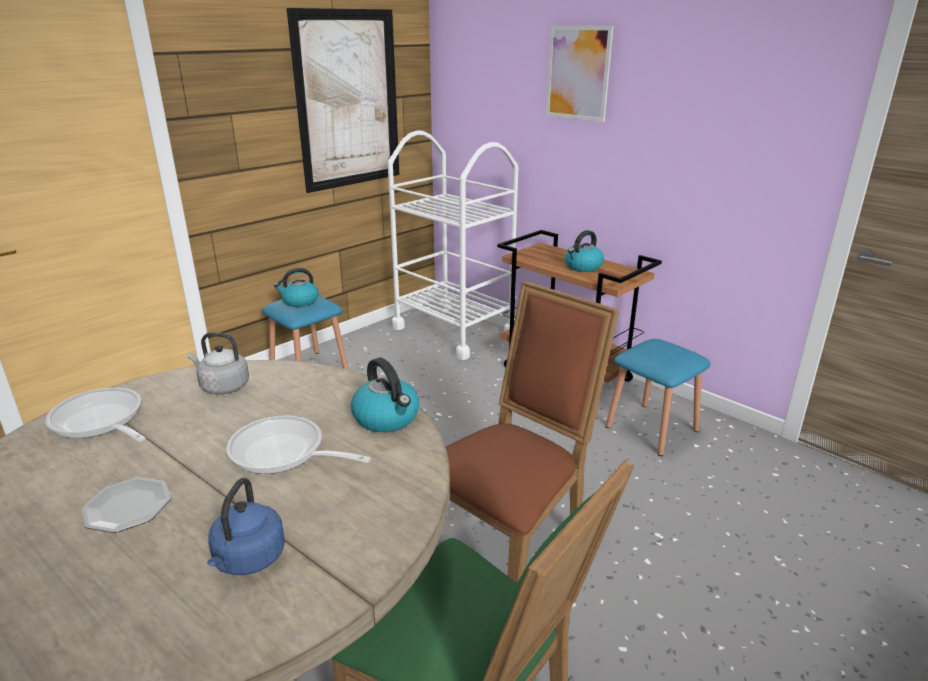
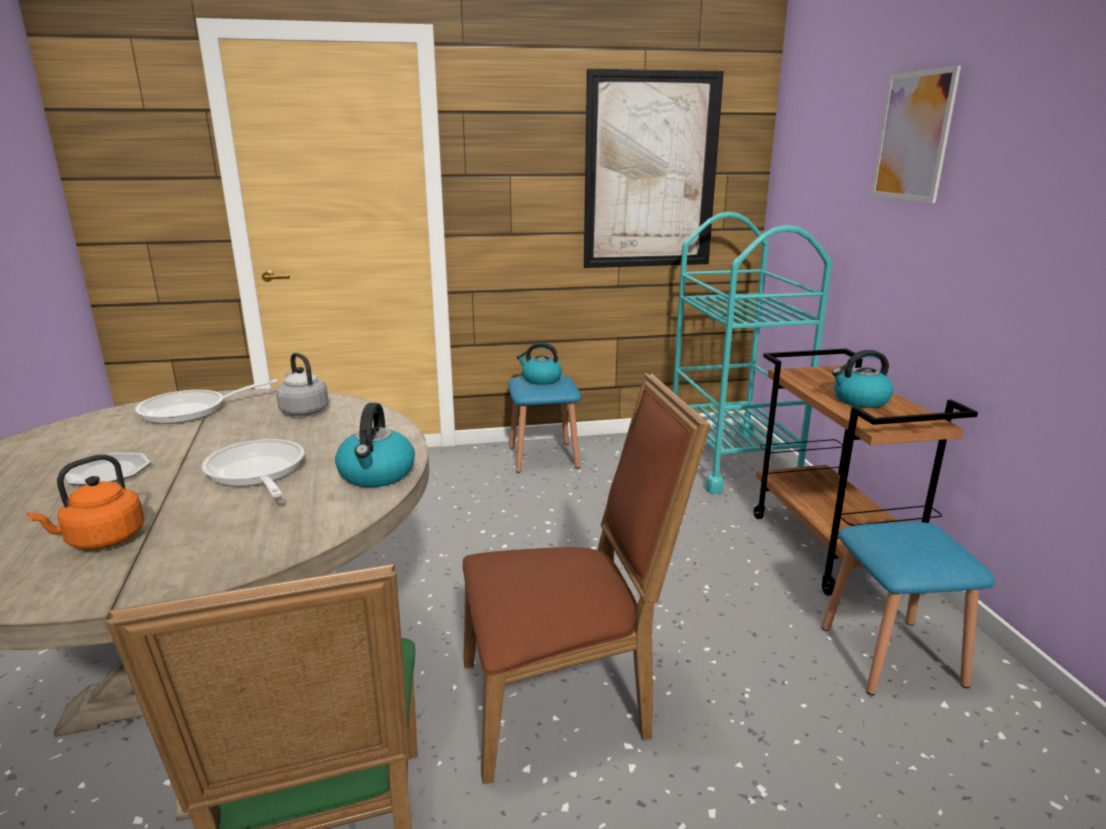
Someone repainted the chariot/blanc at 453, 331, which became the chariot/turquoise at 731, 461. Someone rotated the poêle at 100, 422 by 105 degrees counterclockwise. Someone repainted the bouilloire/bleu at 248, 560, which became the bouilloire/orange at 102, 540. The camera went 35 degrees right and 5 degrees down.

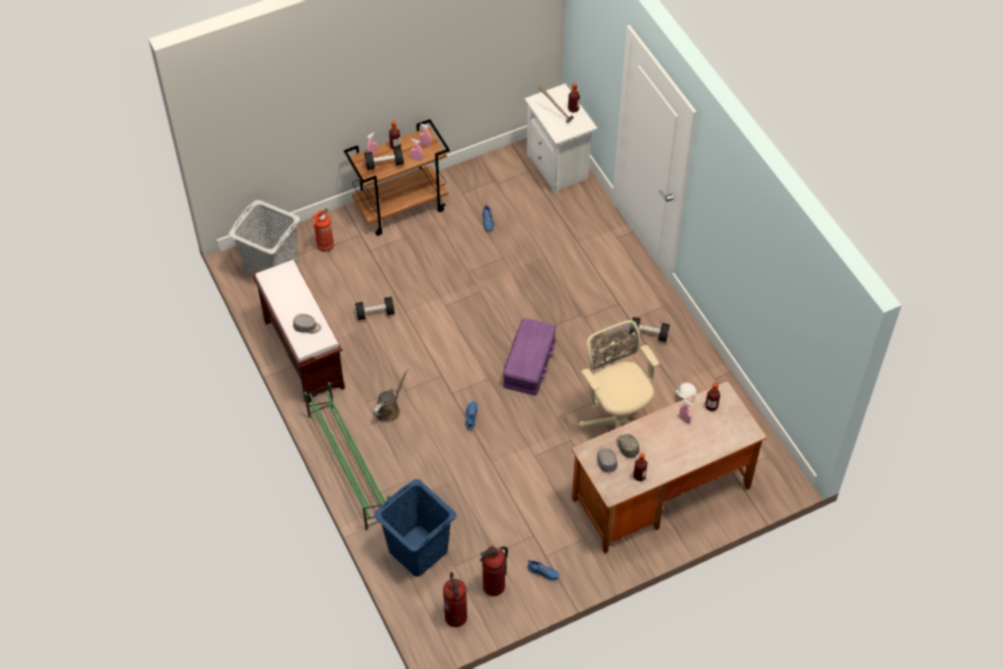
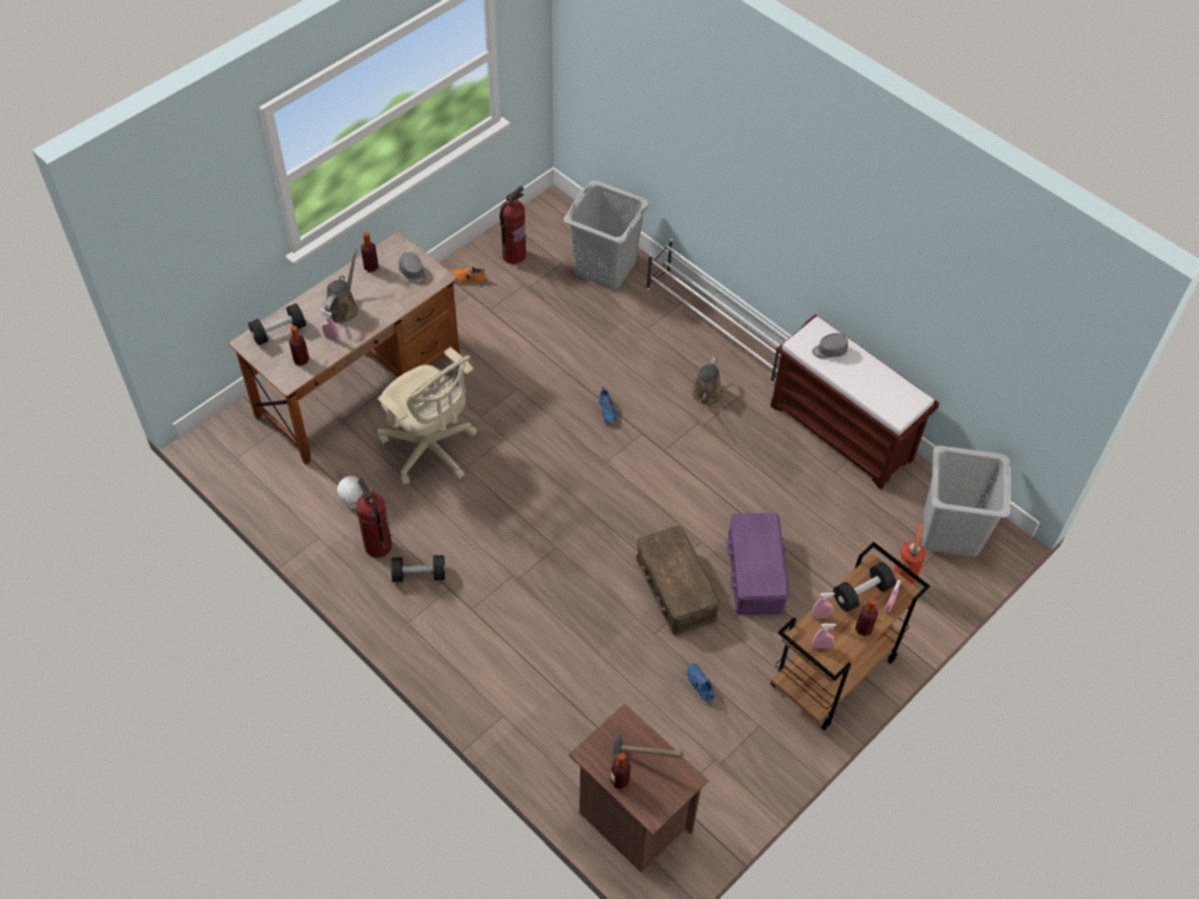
Someone repainted the table de chevet/blanc at 559, 167, which became the table de chevet/marron at 631, 819. Someone carried the haltère/noir from 375, 313 to 279, 332. Someone carried the boîte de rangement/violet from 530, 363 to 754, 571. Someone repainted the étagère à chaussures/vert at 349, 465, which became the étagère à chaussures/blanc at 719, 327. Someone took away the casquette/gris at 627, 447. Someone repainted the panier à linge/bleu at 418, 550, which became the panier à linge/gris at 605, 268. Someone repainted the chaussure/bleu at 543, 572, which became the chaussure/orange at 467, 279. Someone carried the extincteur from 456, 617 to 378, 546. Someone put down the arrosoir/marron at 343, 307. Someone put down the boîte de rangement/marron at 677, 587. The camera went 160 degrees right and 0 degrees up.

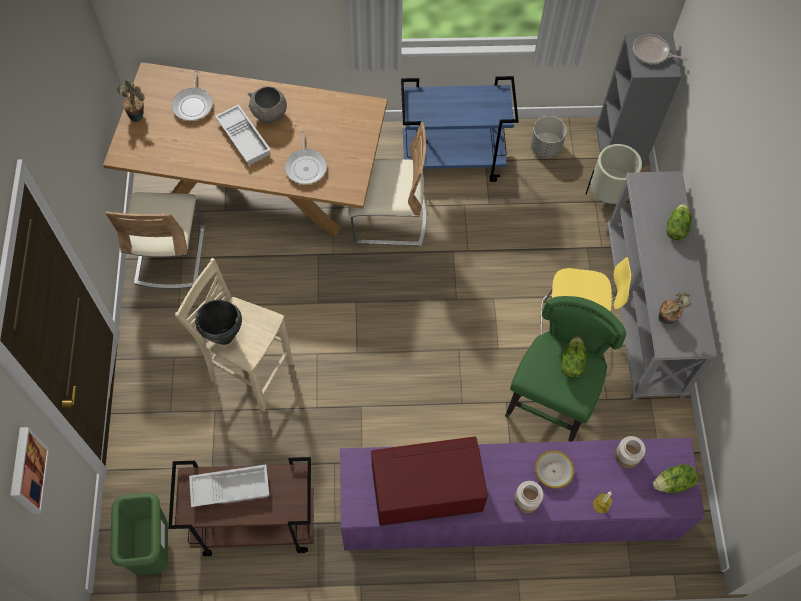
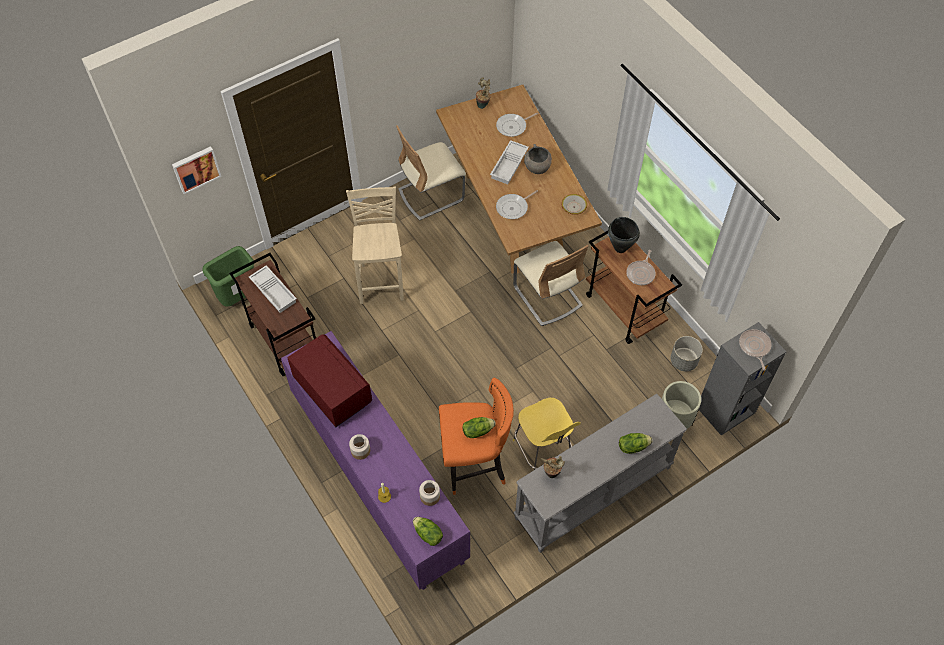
Someone repainted the chariot/bleu at 453, 160, which became the chariot/marron at 625, 309. Someone repainted the tabouret/vert at 549, 405, which became the tabouret/orange at 474, 466. Someone carried the marmite/noir from 224, 337 to 620, 248. Someone carried the bol from 553, 471 to 574, 207. Someone put down the poêle at 641, 273. The camera went 60 degrees right and 5 degrees down.

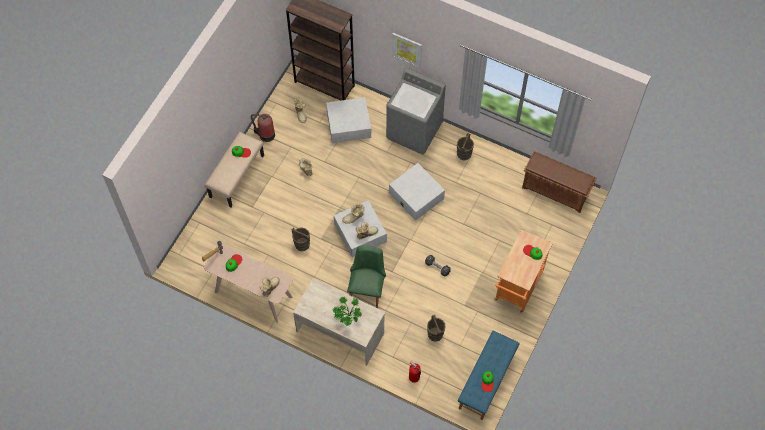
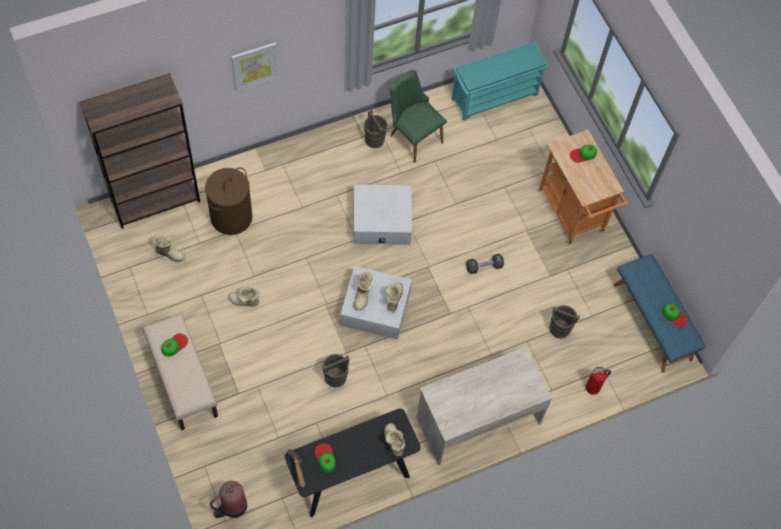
Someone took away the lave-linge/gris at 414, 131. Someone swapped the boîte de rangement/blanc at 348, 125 for the panier à linge/marron at 231, 217. Someone carried the extincteur from 265, 135 to 232, 507. Someone repainted the étagère à chaussures/marron at 555, 192, which became the étagère à chaussures/turquoise at 495, 96. Someone repainted the table console/beige at 253, 294, which became the table console/noir at 351, 476. Someone carried the chaise/vert from 367, 288 to 413, 135. Someone took away the plante en pot at 347, 316. The camera went 55 degrees left and 0 degrees up.

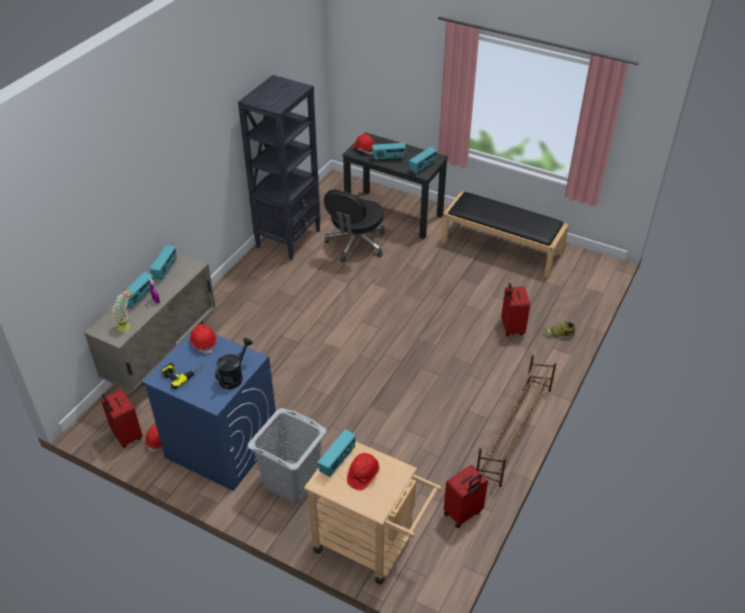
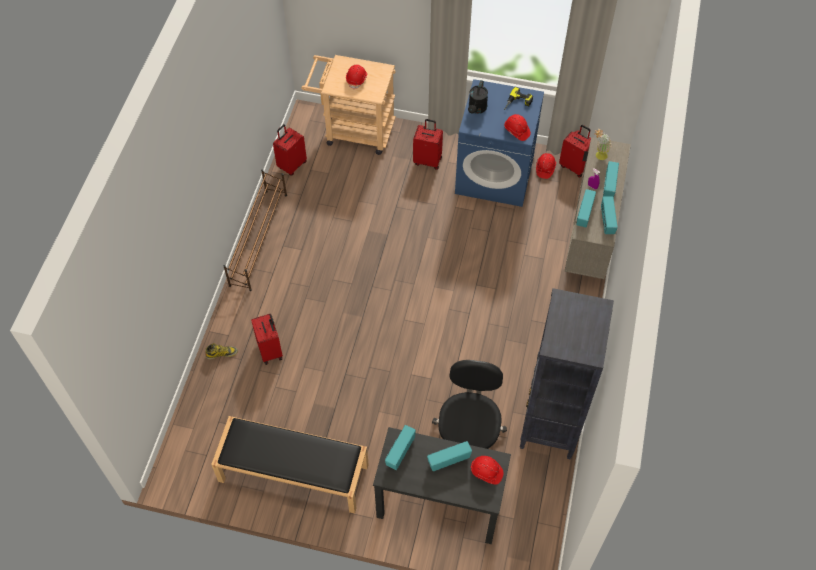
Someone swapped the panier à linge/gris at 291, 481 for the valise/rouge at 428, 160. Someone carried the radio from 338, 461 to 584, 214. The camera went 165 degrees right and 15 degrees up.

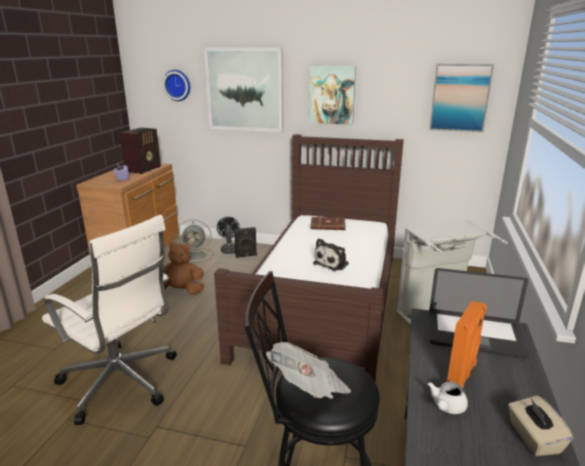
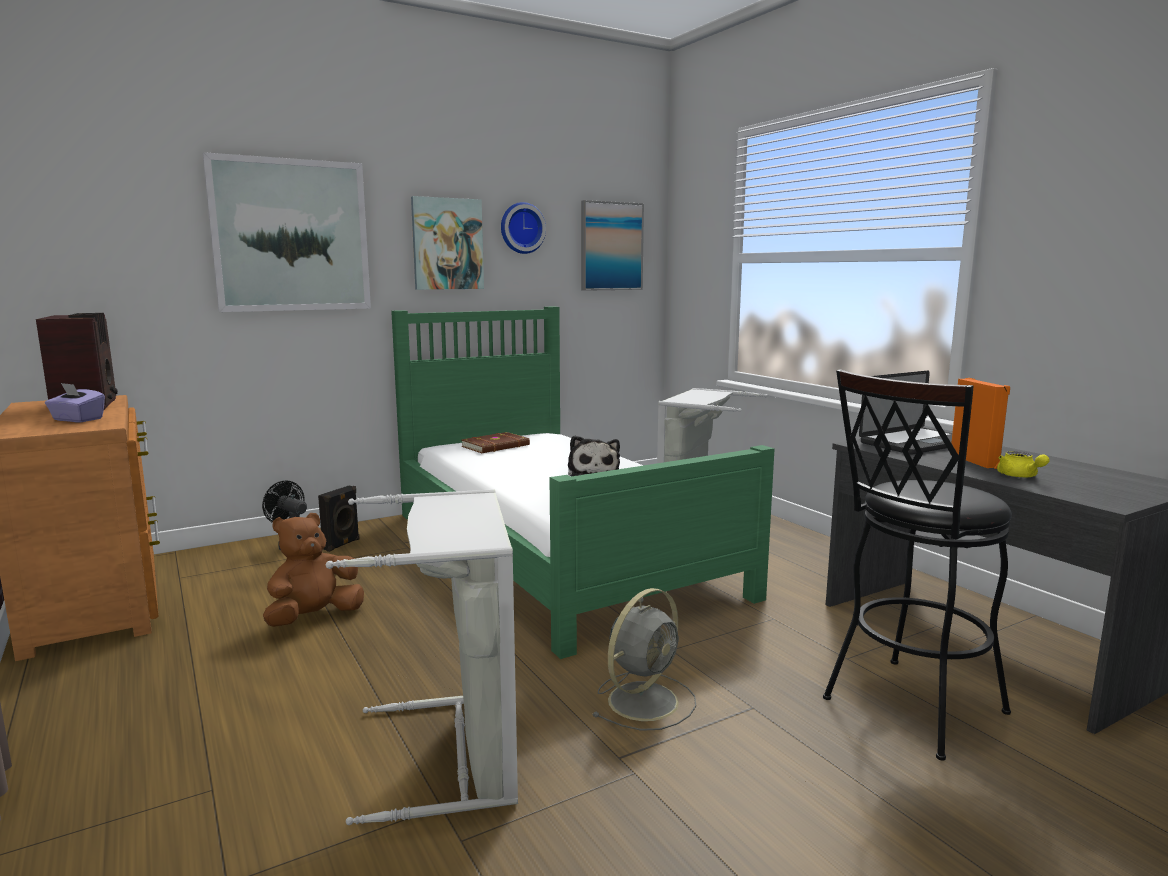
Someone carried the horloge murale from 177, 85 to 521, 228. Someone repainted the lit/marron at 323, 300, which became the lit/vert at 556, 551. Someone swapped the chaise de bureau/blanc at 121, 383 for the panier à linge/gris at 458, 752. Someone carried the ventilateur/gris from 196, 256 to 645, 700. Someone took away the journal at 309, 388. Someone repainted the théière/blanc at 446, 407, which became the théière/jaune at 1019, 476. Someone took away the boîte à mouchoirs/beige at 533, 438. The camera went 45 degrees left and 10 degrees down.

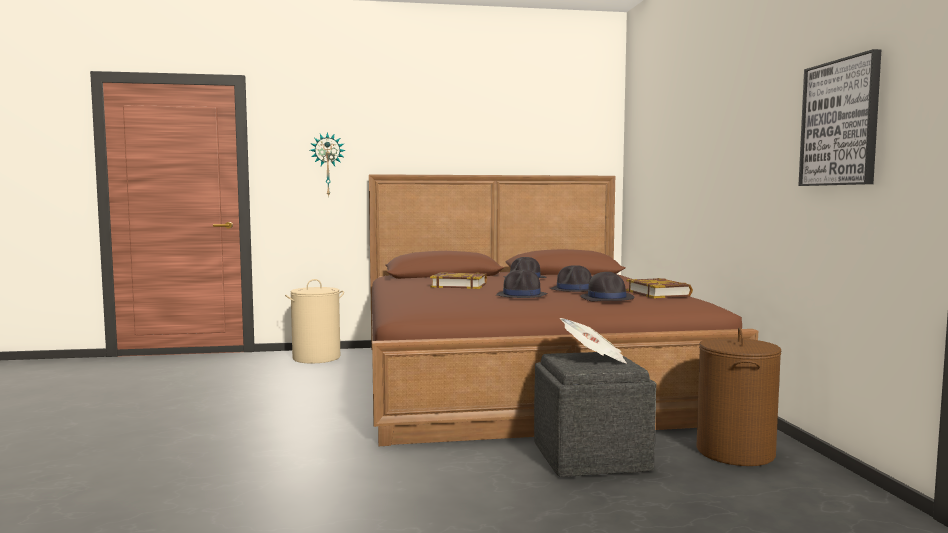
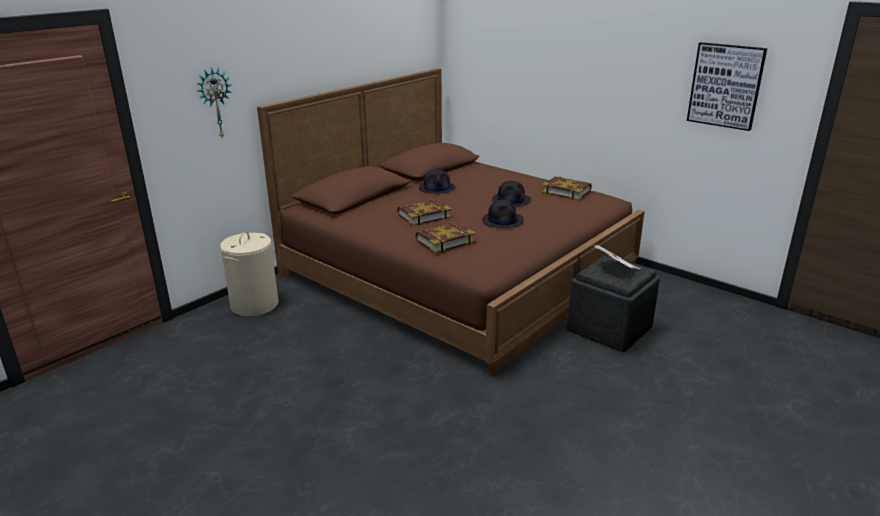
Someone took away the chapeau/noir at 607, 298. Someone took away the panier à linge/marron at 735, 452. Someone put down the livre at 445, 241. The camera went 40 degrees left and 20 degrees up.

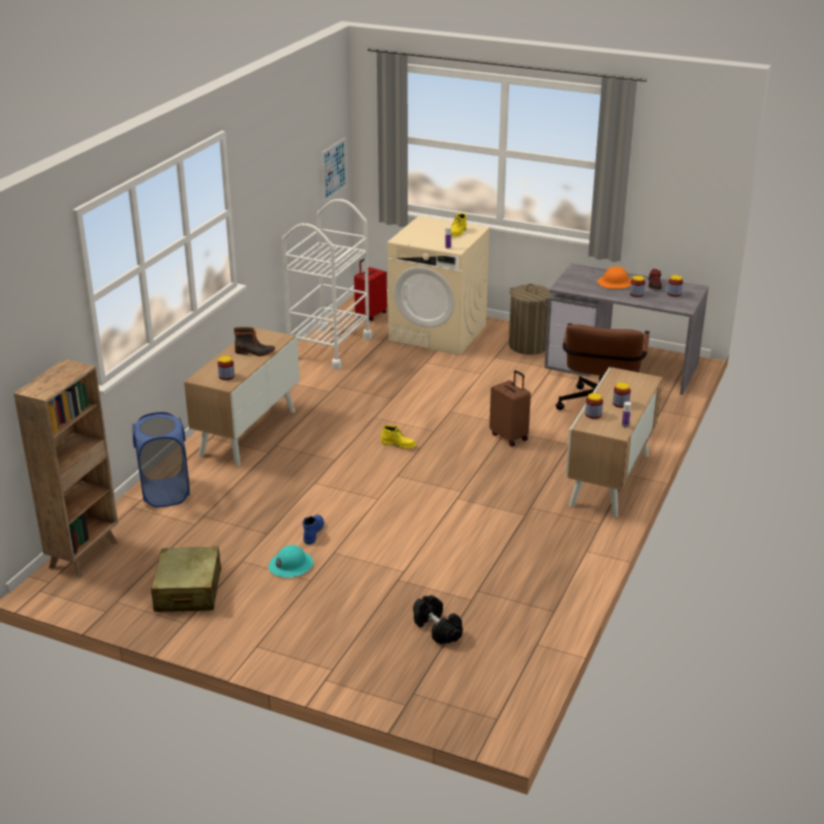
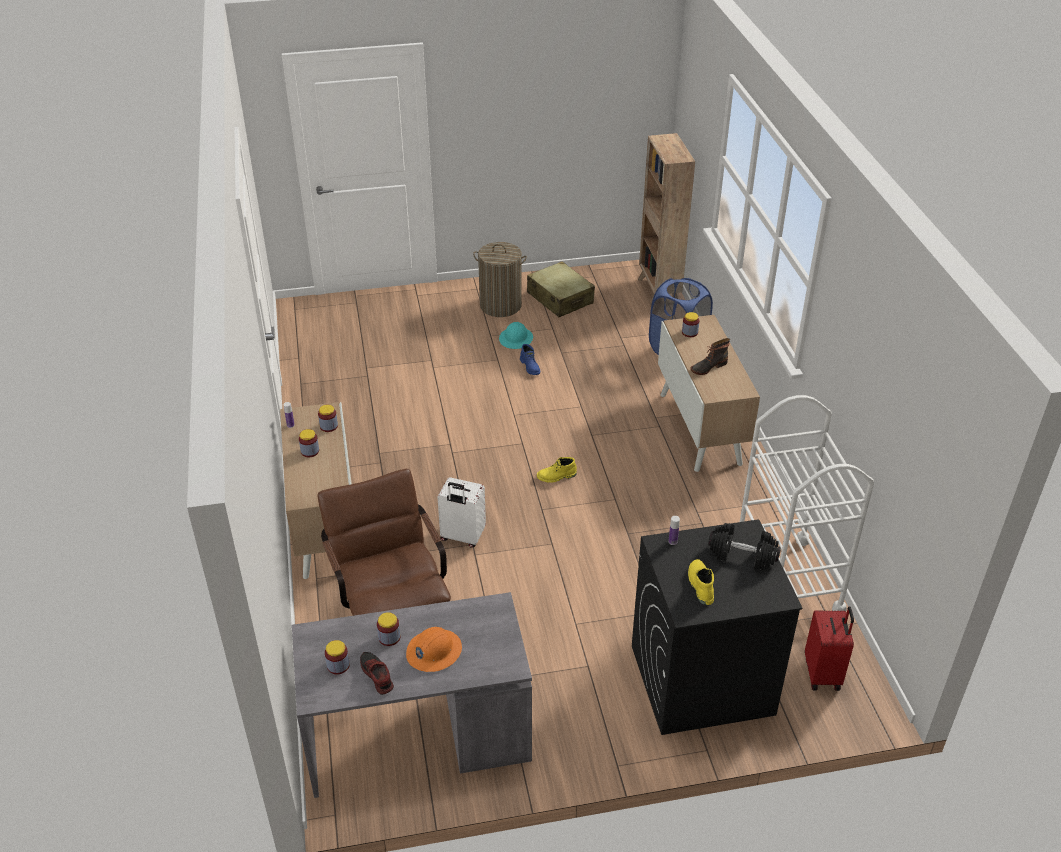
Someone took away the tableau at 334, 169. Someone repainted the lave-linge/beige at 438, 333, which became the lave-linge/noir at 701, 680. Someone carried the panier à linge from 528, 345 to 500, 305. Someone repainted the valise/marron at 509, 436, which became the valise/blanc at 462, 537. Someone carried the haltère/noir from 436, 629 to 743, 555. The camera went 145 degrees right and 10 degrees up.

